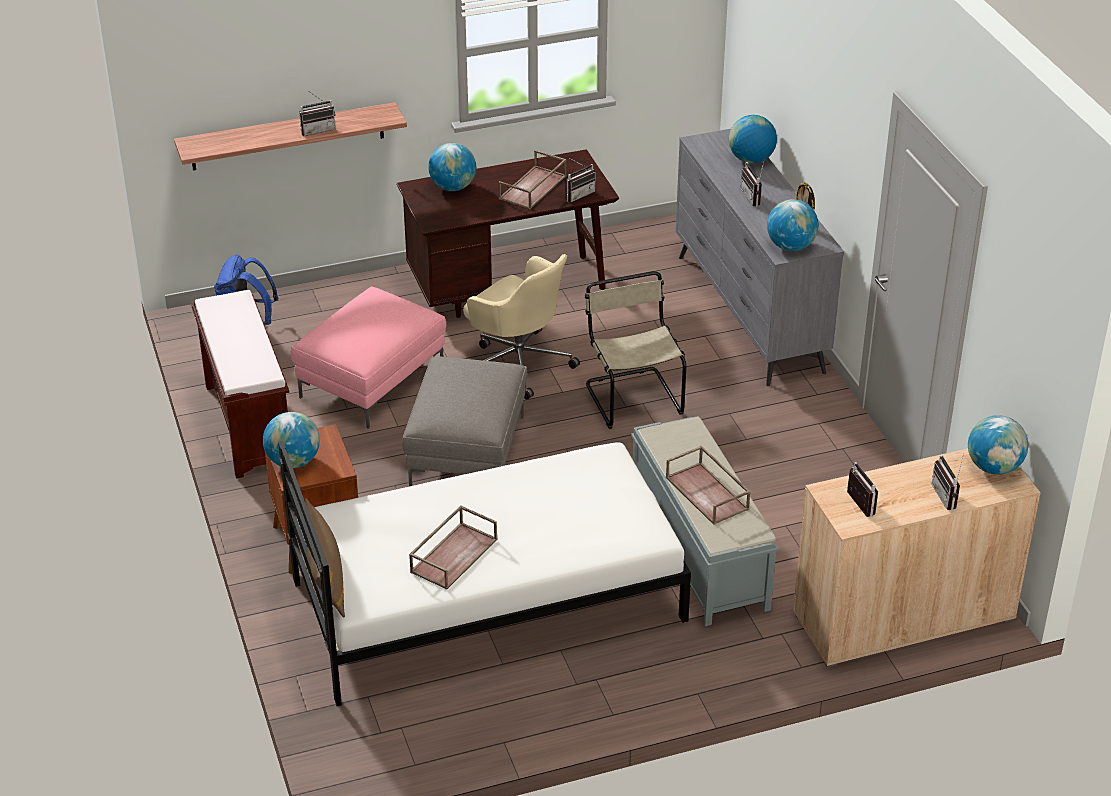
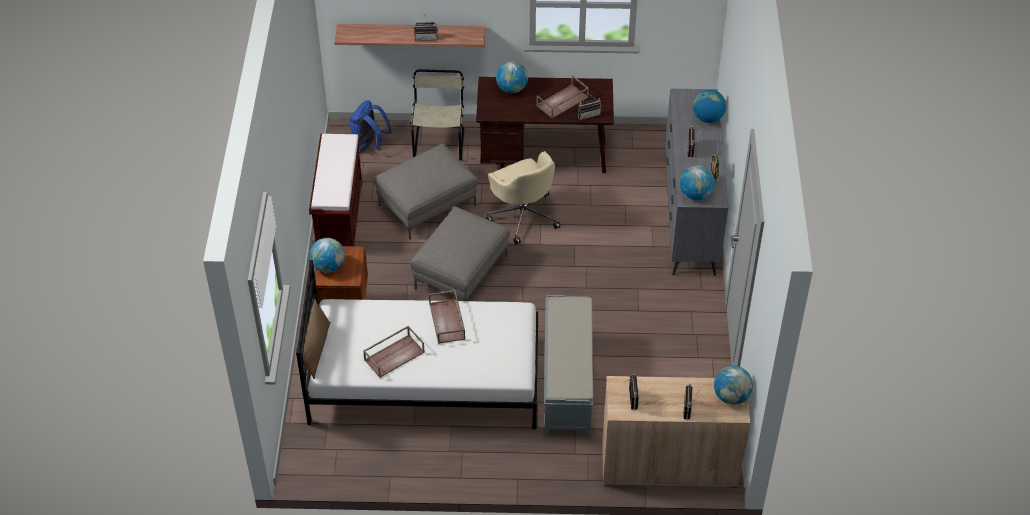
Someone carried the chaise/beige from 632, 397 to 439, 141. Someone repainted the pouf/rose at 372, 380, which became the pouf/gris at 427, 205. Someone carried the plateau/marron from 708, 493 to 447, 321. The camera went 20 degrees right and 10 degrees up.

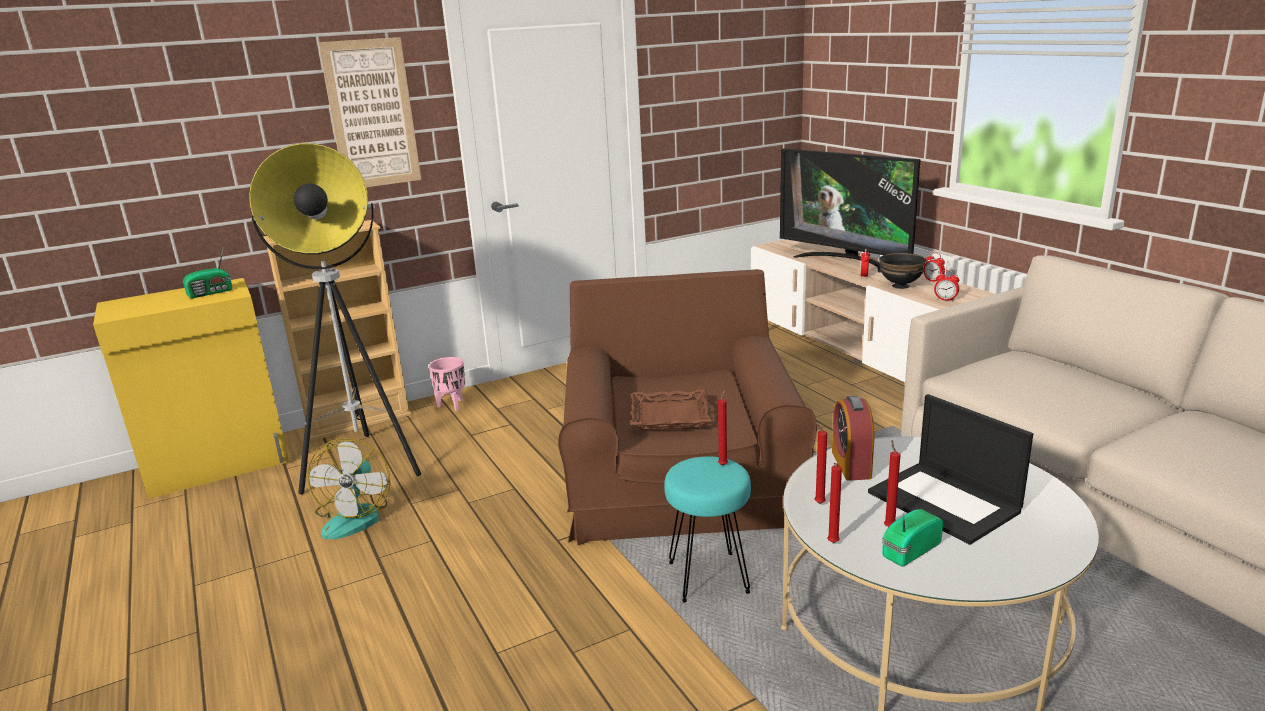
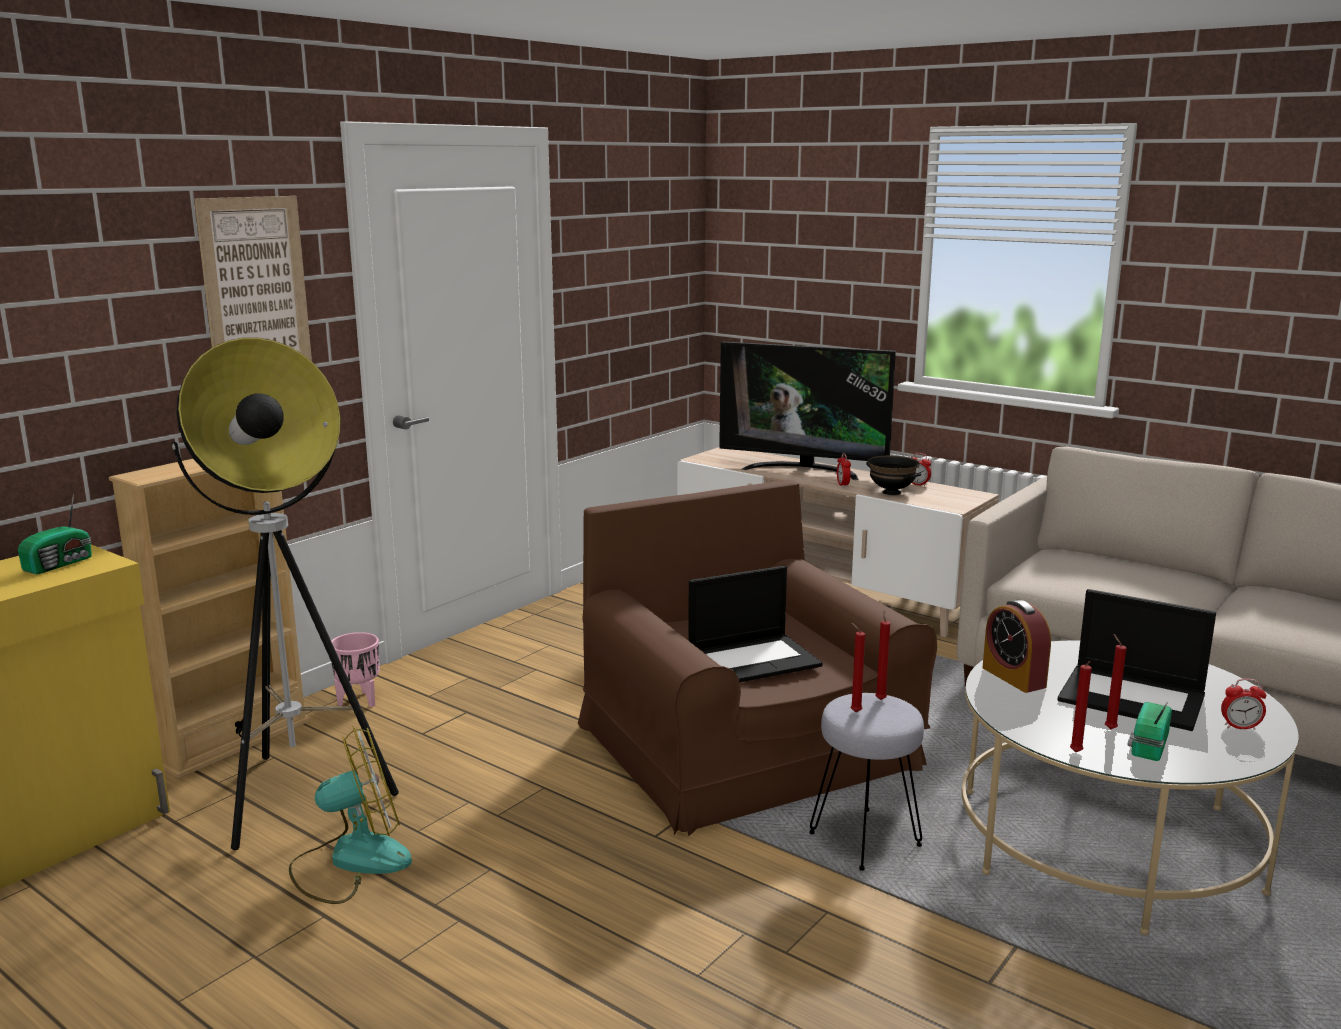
Someone carried the réveil from 945, 299 to 1240, 727. Someone swapped the plateau/marron at 670, 415 for the ordinateur portable at 754, 659. Someone carried the bougie/rouge from 818, 502 to 854, 712. Someone rotated the ventilateur at 356, 516 by 90 degrees counterclockwise. Someone repainted the tabouret/turquoise at 709, 578, which became the tabouret/gris at 866, 840. The camera went 25 degrees left and 5 degrees down.

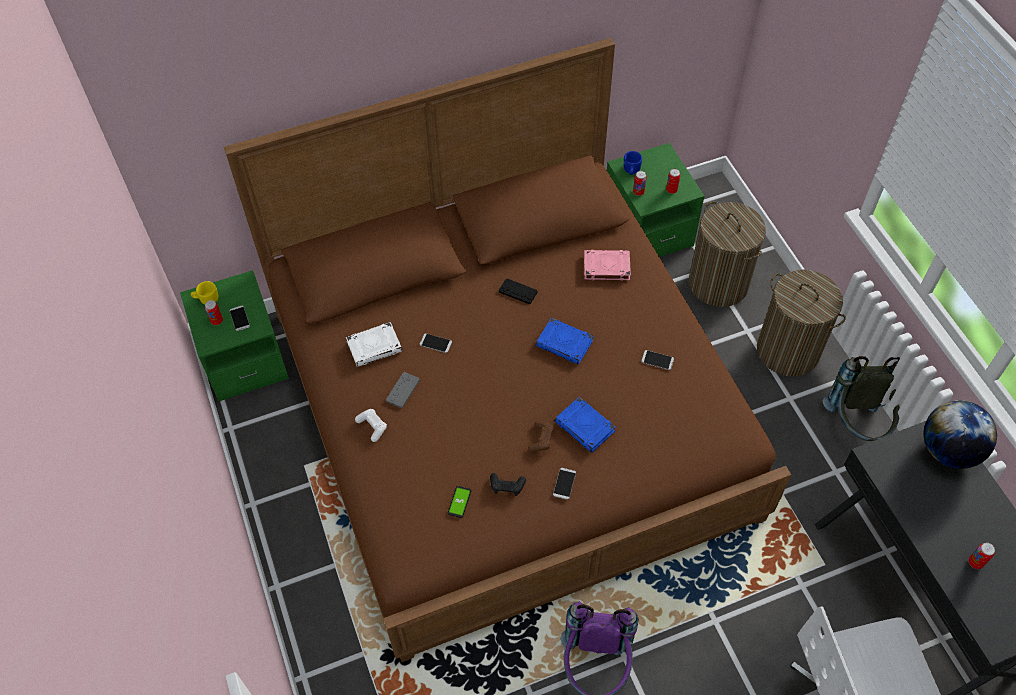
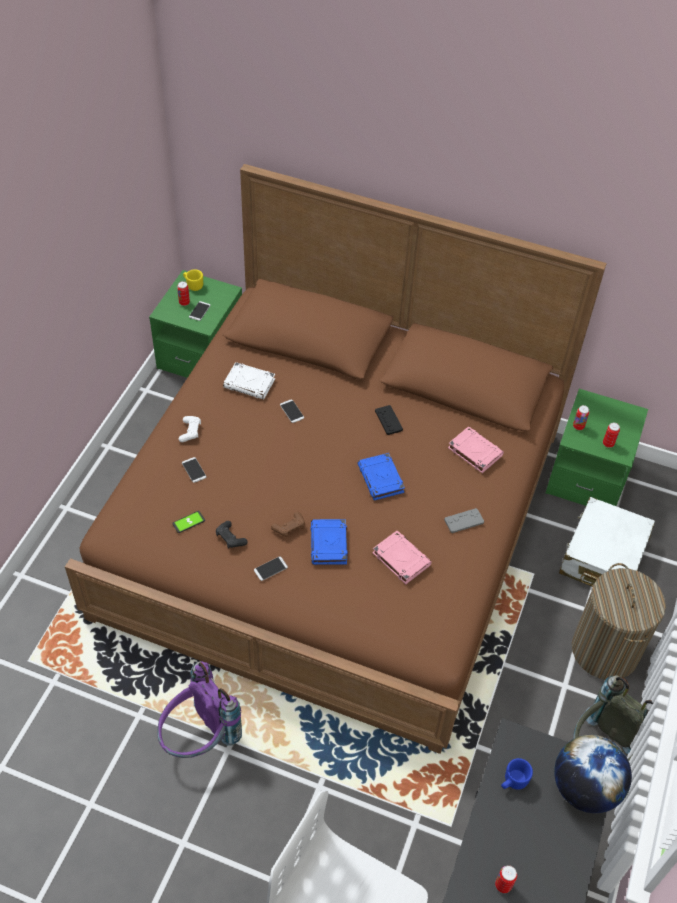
Someone carried the mug/bleu from 631, 171 to 512, 781. Someone swapped the panier à linge at 718, 283 for the valise/blanc at 603, 557. Someone carried the téléphone from 657, 360 to 194, 470. Someone carried the manette/gris from 403, 390 to 464, 521. Someone put down the livre/rose at 400, 559. The camera went 40 degrees right and 5 degrees down.

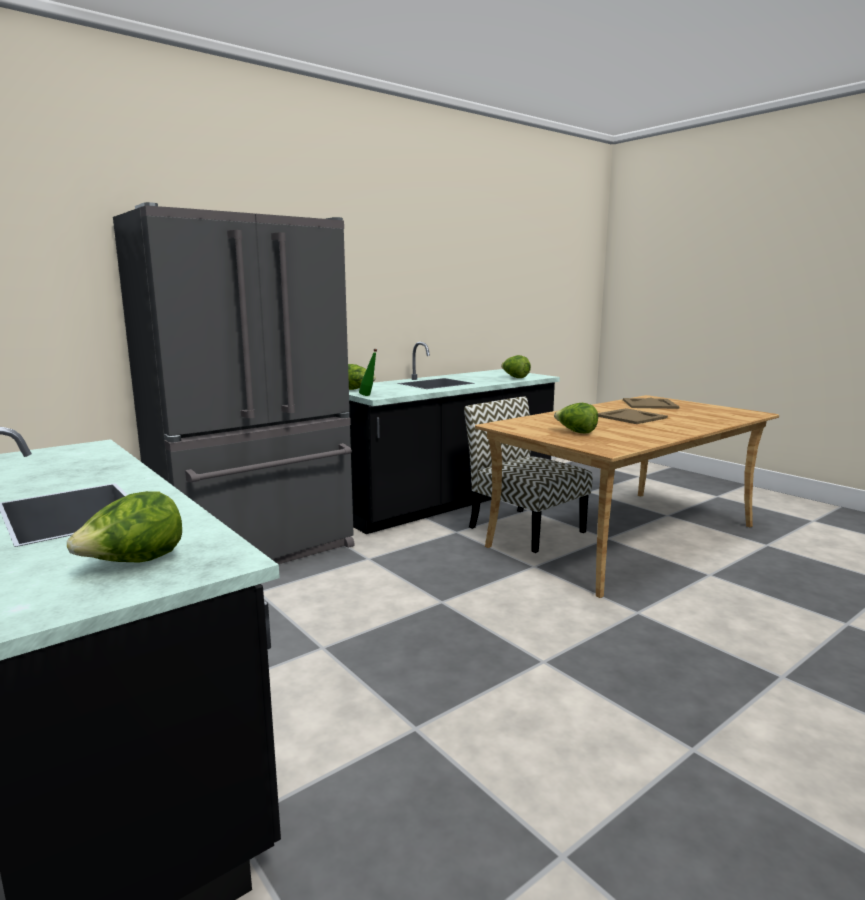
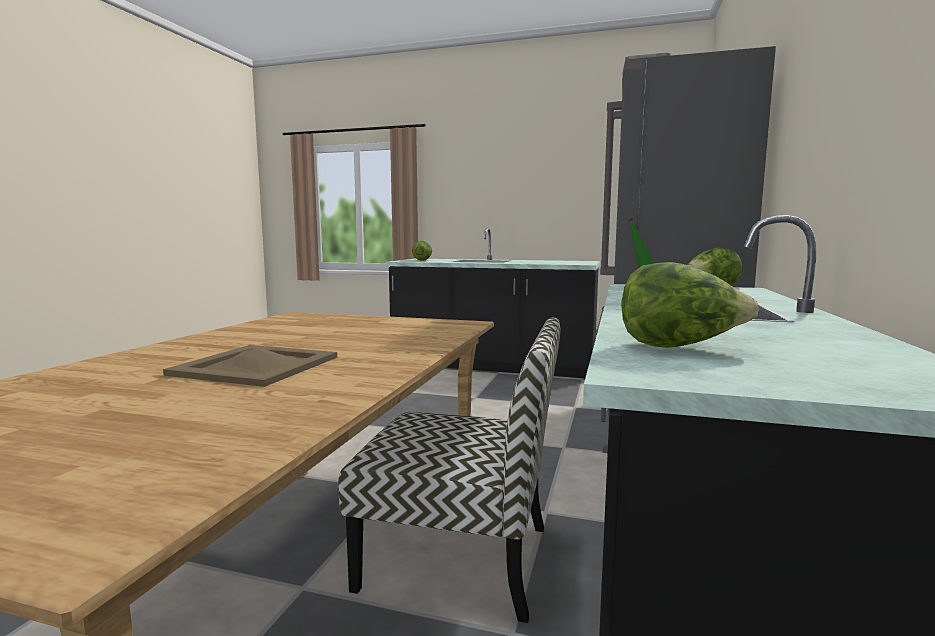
Someone took away the plateau/beige at 650, 404. Someone took away the laitue at 576, 432. The camera went 145 degrees right and 5 degrees down.

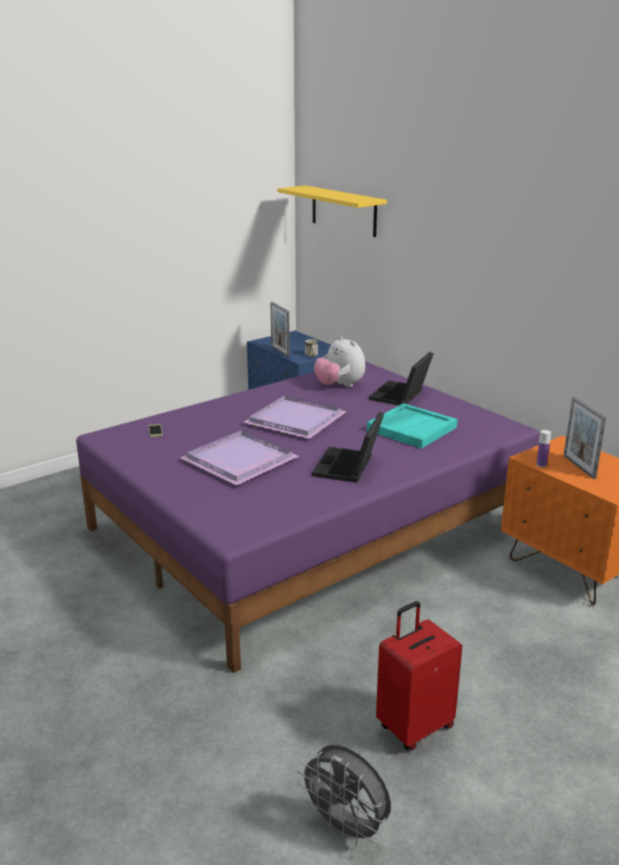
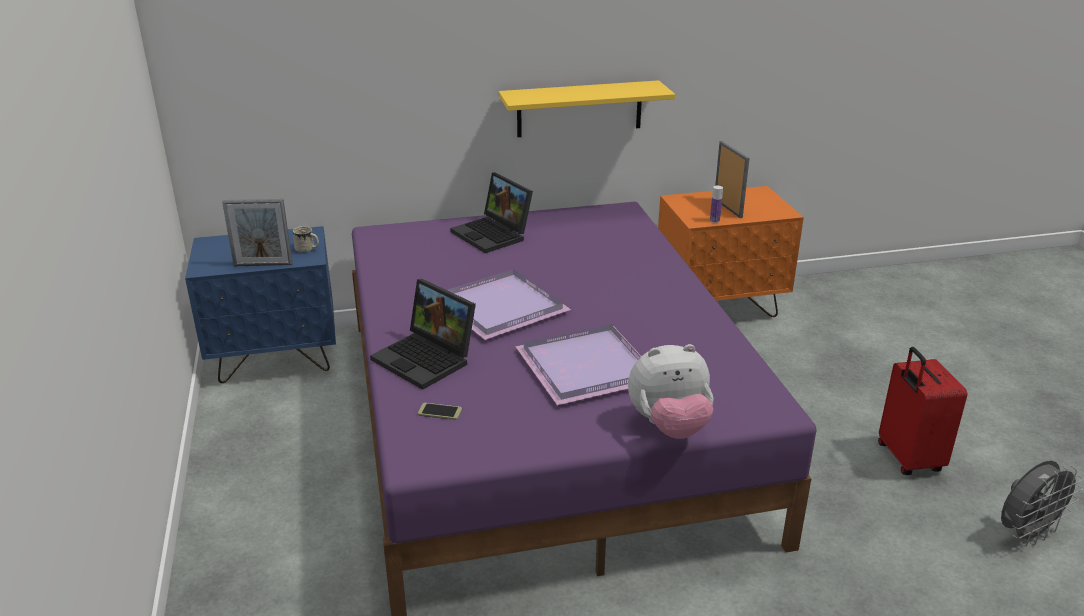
Someone carried the étagère/jaune from 343, 211 to 579, 109. Someone carried the peluche from 339, 386 to 669, 426. Someone rotated the cadre photo at 579, 466 by 120 degrees counterclockwise. Someone took away the plateau/turquoise at 411, 428. Someone carried the ordinateur portable from 349, 467 to 427, 359. The camera went 65 degrees left and 5 degrees up.

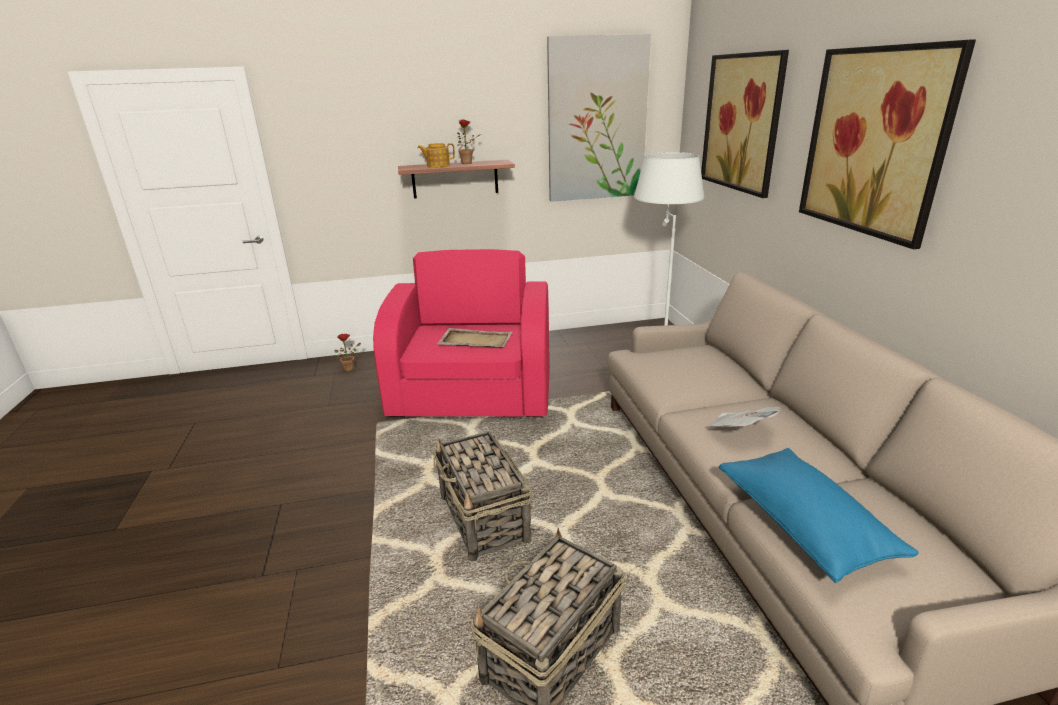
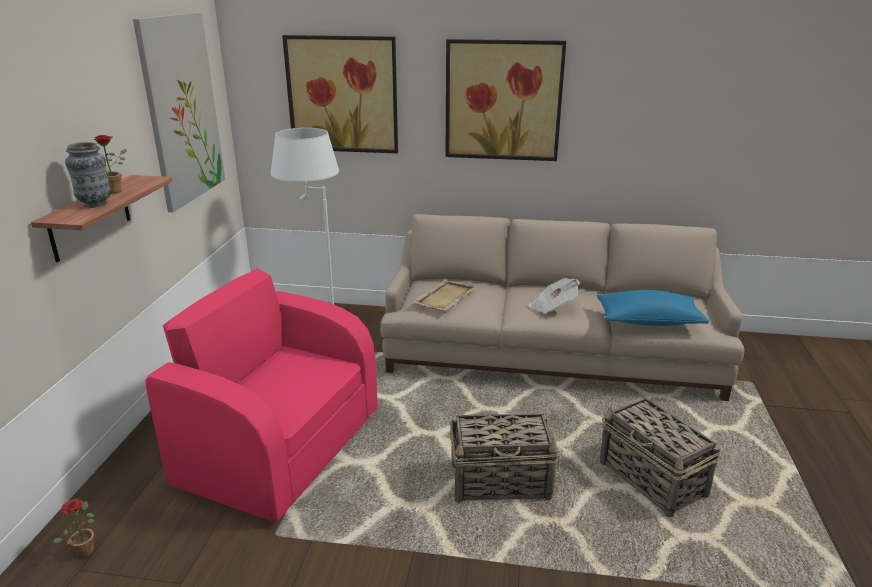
Someone swapped the théière at 437, 165 for the vase at 95, 204. Someone carried the plateau/beige from 474, 341 to 445, 297. The camera went 70 degrees left and 0 degrees up.

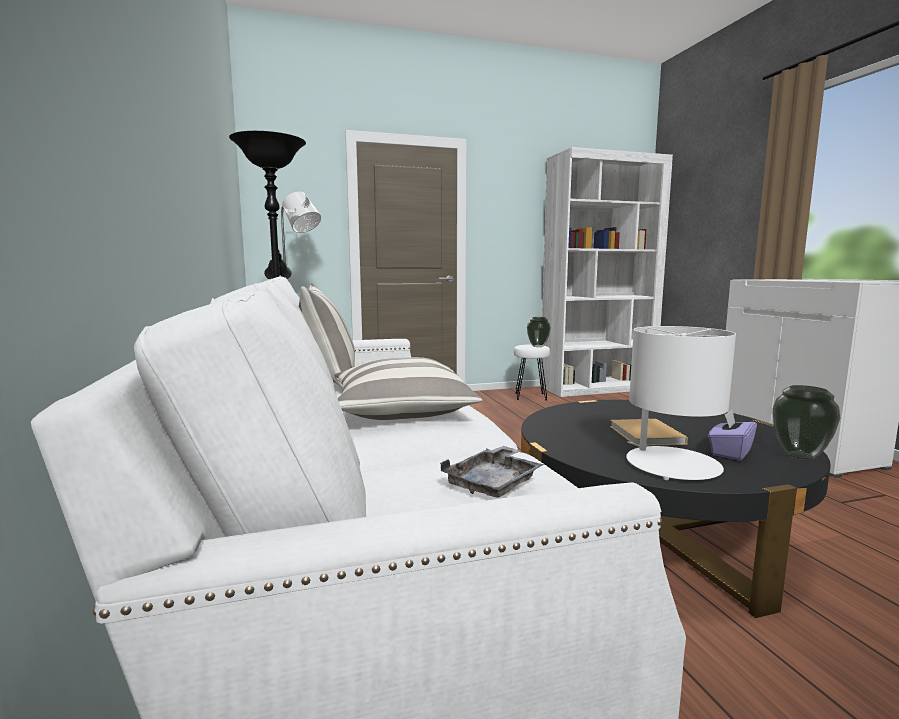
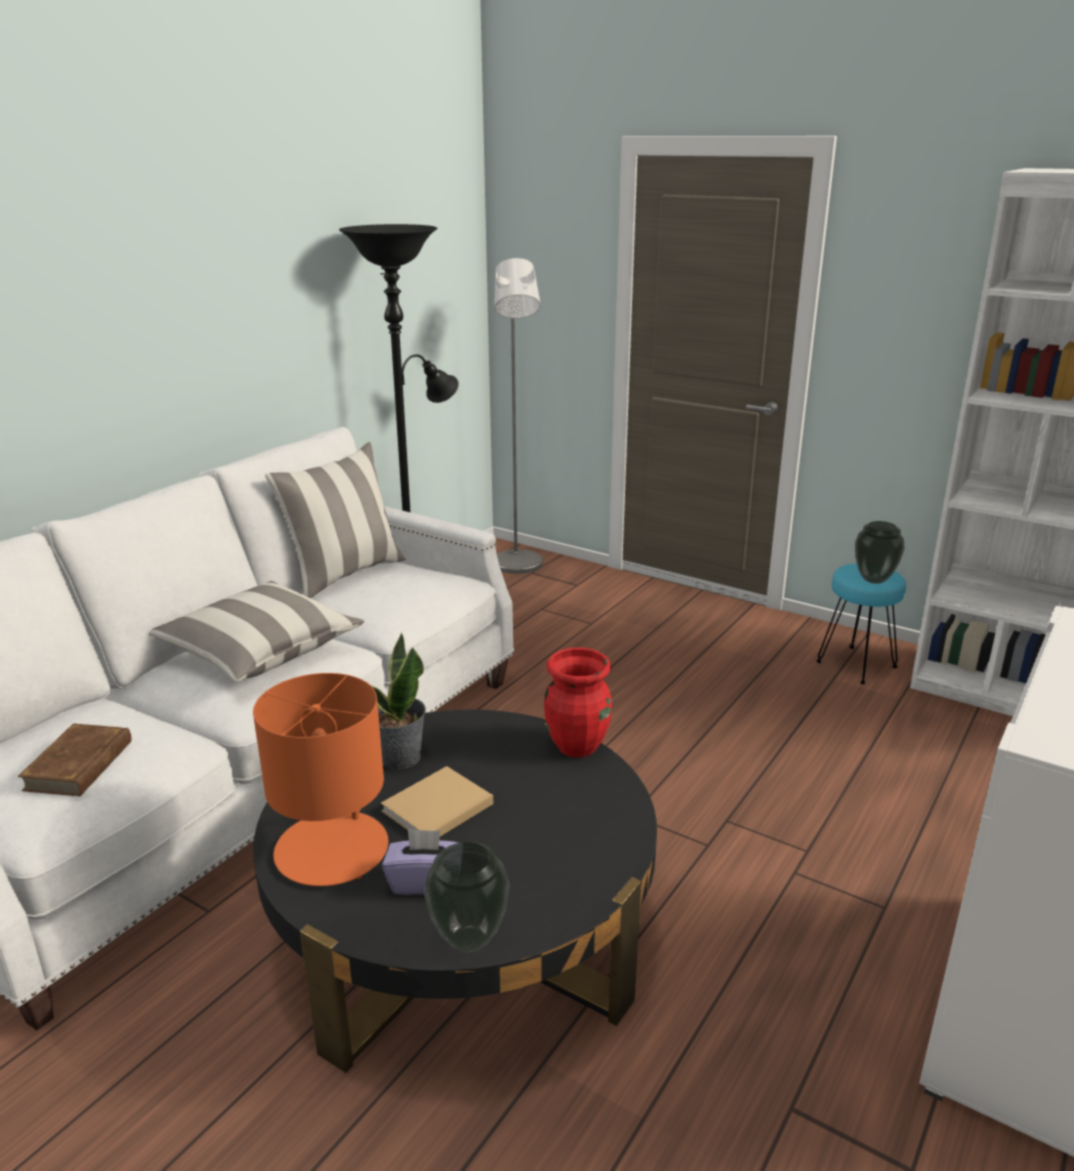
Someone repainted the lampe de table/blanc at 671, 464, which became the lampe de table/orange at 333, 849. Someone repainted the tabouret/blanc at 530, 397, which became the tabouret/turquoise at 855, 665. Someone swapped the plateau/gris at 494, 483 for the livre/marron at 80, 765. Someone put down the plante en pot at 398, 757. Someone put down the vase/rouge at 577, 746. The camera went 50 degrees right and 15 degrees up.

